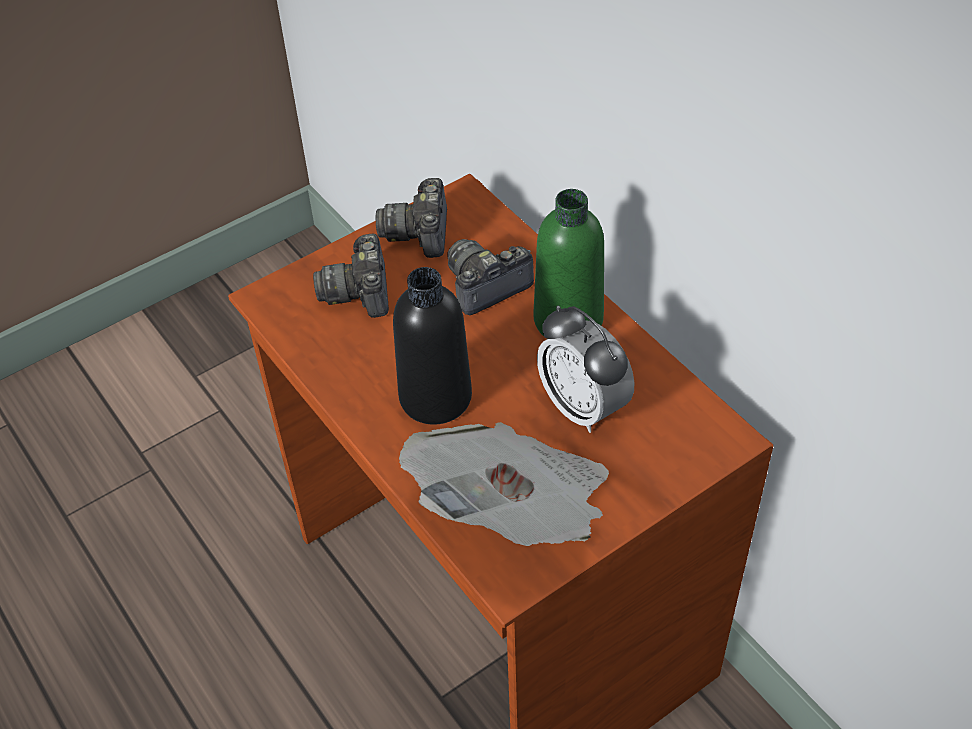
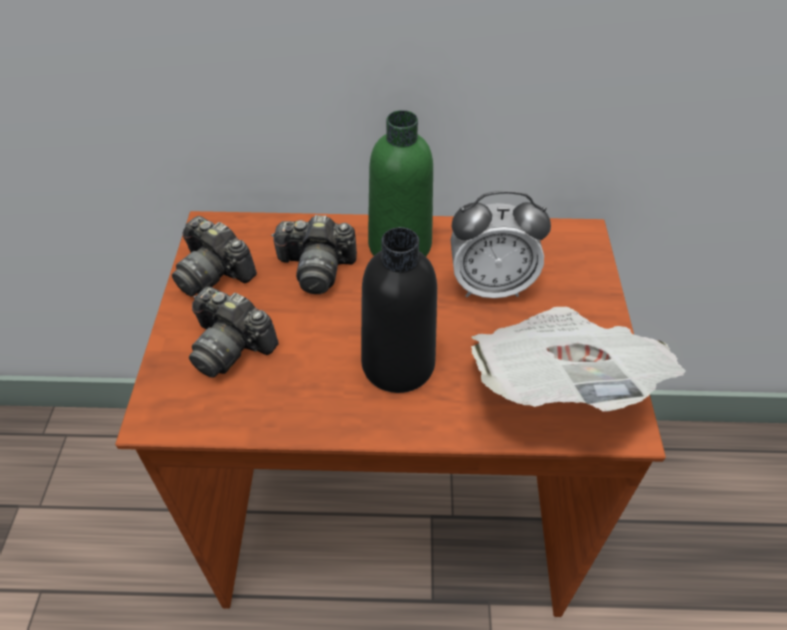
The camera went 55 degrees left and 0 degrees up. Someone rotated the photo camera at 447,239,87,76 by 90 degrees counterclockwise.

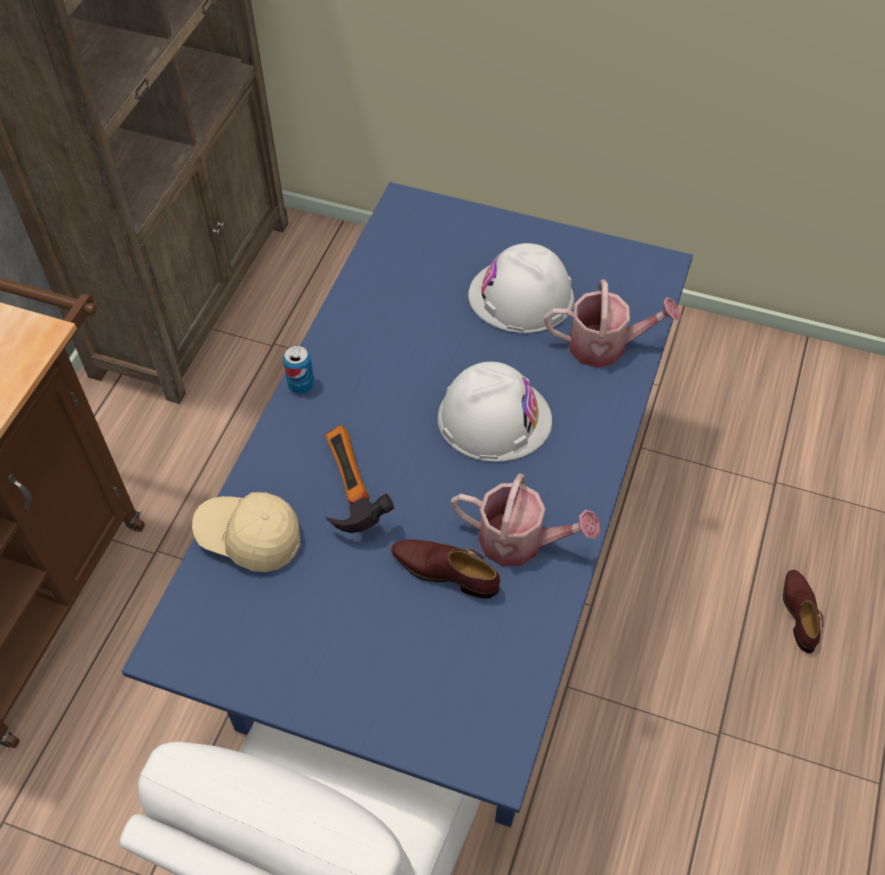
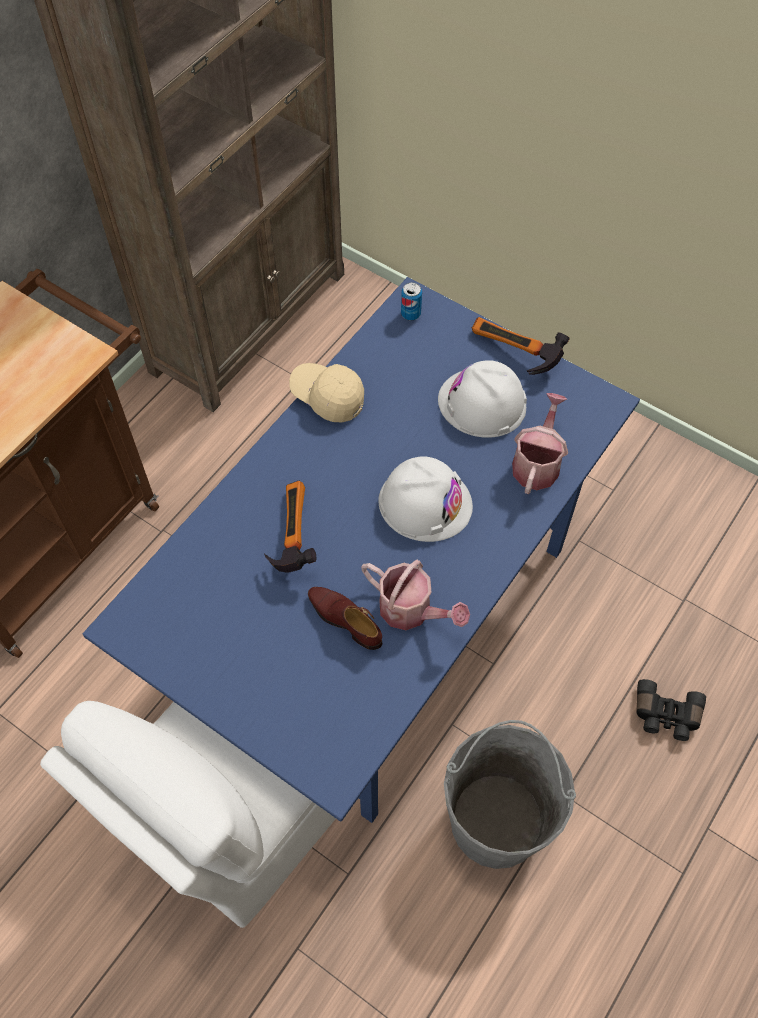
The camera went 15 degrees right and 5 degrees up. Someone rotated the sprinkling can at 544,279,137,89 by 90 degrees counterclockwise. Someone carried the metal can from 283,345,31,49 to 401,282,21,38. Someone carried the baseball cap/beige-coloured from 192,492,109,80 to 289,363,75,59. Someone swapped the shoe/brown at 783,570,40,83 for the field glasses/black-coloured at 636,679,70,62. Someone put down the hand hammer at 472,317,98,58. Someone put down the pail/greyish at 444,720,132,149.

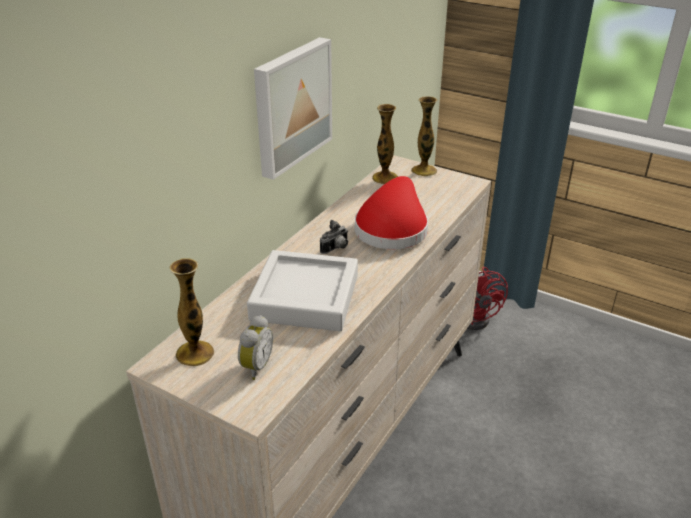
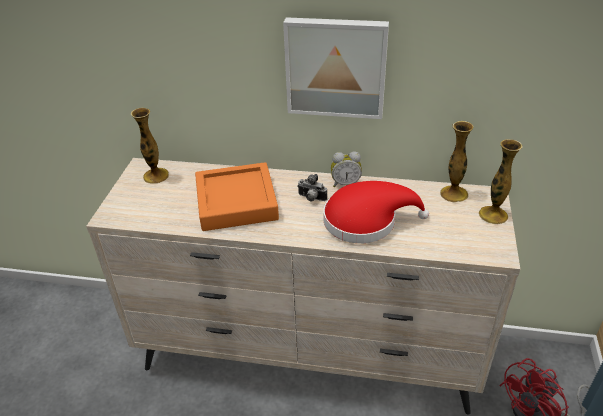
The camera went 70 degrees right and 5 degrees up. Someone repainted the serving tray/greyish at 247,250,111,81, which became the serving tray/orangey at 195,162,84,69. Someone carried the bedside clock from 238,315,35,65 to 331,151,31,36.

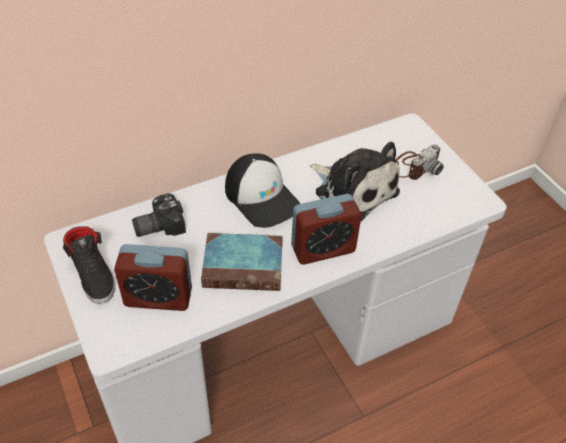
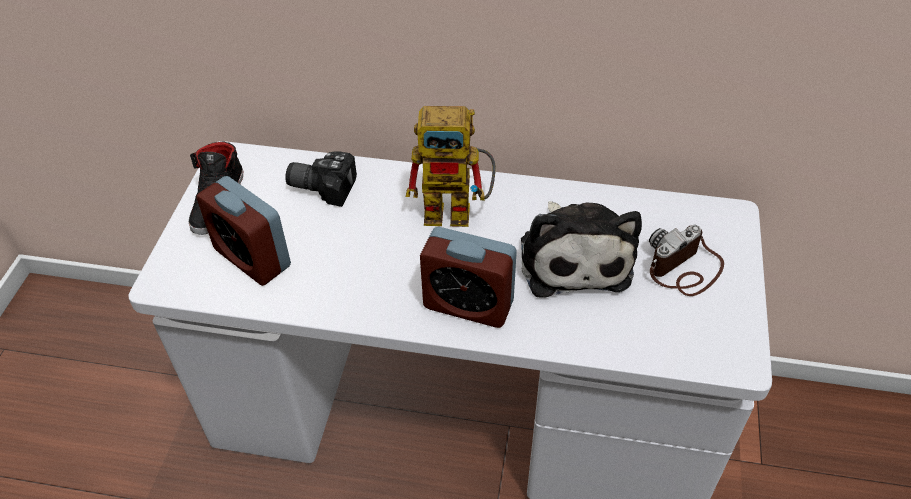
The camera went 40 degrees right and 0 degrees up. Someone rotated the photo camera at 395,144,49,36 by 150 degrees clockwise. Someone swapped the baseball cap at 225,153,75,75 for the robot figure at 406,106,90,121. Someone took away the bound book at 201,233,82,58.

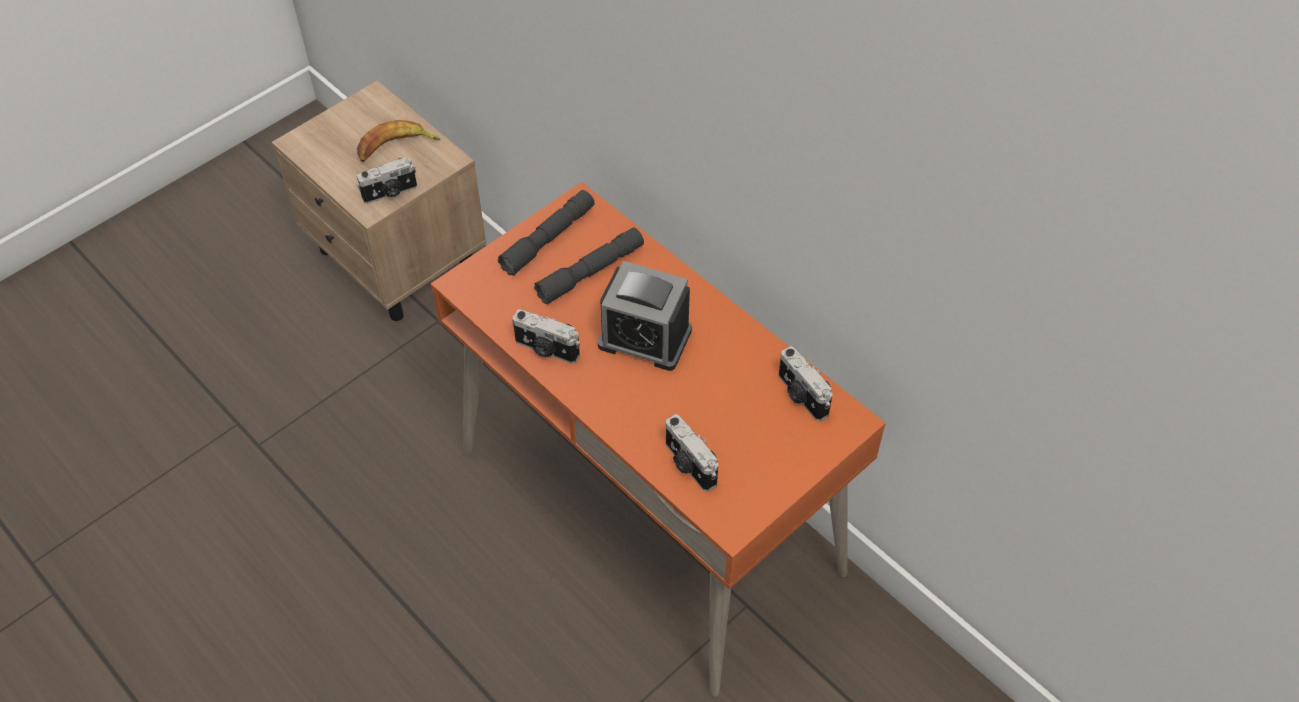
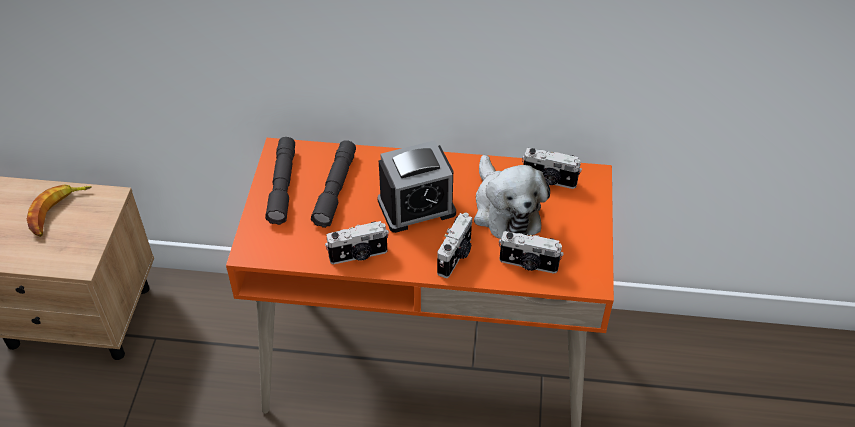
The camera went 40 degrees left and 5 degrees down. Someone carried the photo camera from 356,157,61,47 to 437,212,35,66. Someone put down the cuddly toy at 474,155,76,84.

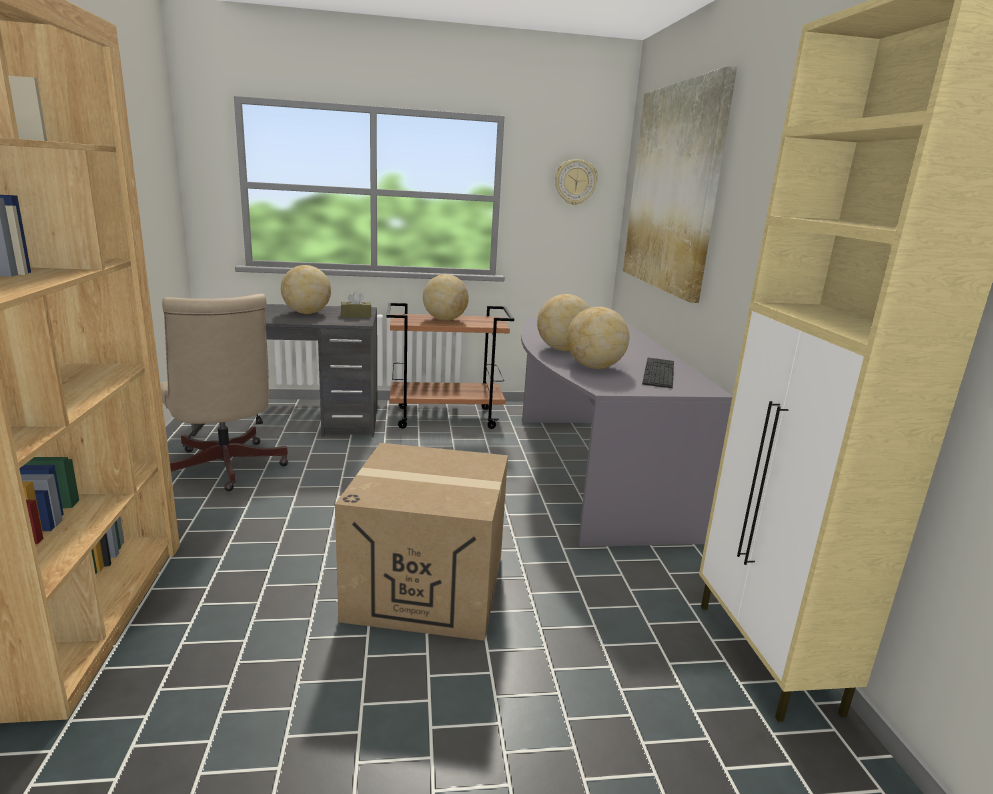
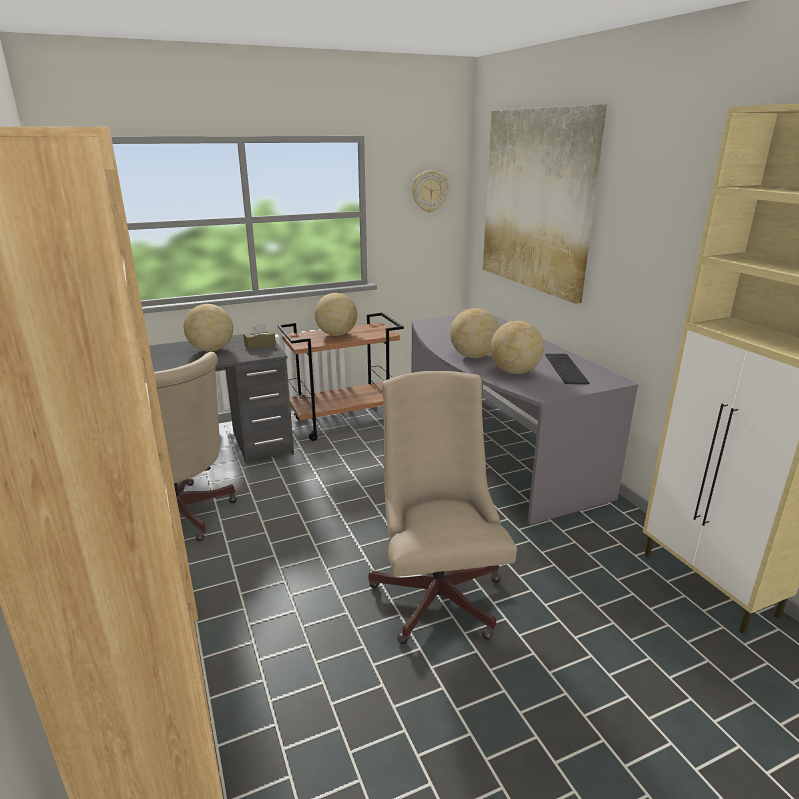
The camera went 15 degrees left and 5 degrees up. Someone swapped the carton at 335,443,173,198 for the office chair/beige-coloured at 368,371,149,273.

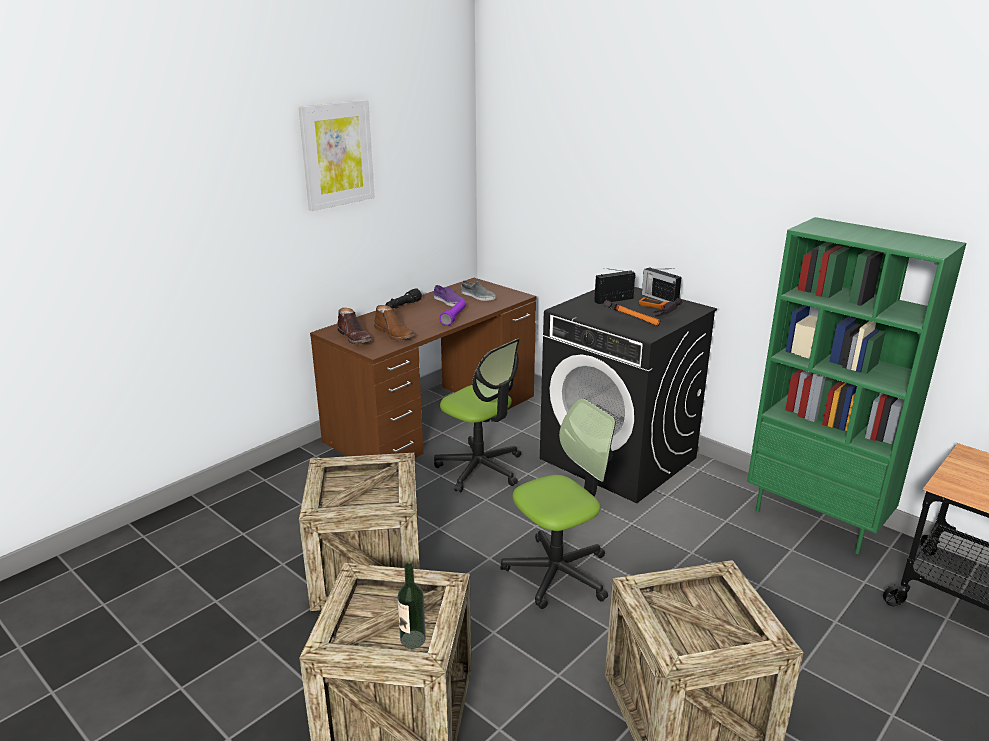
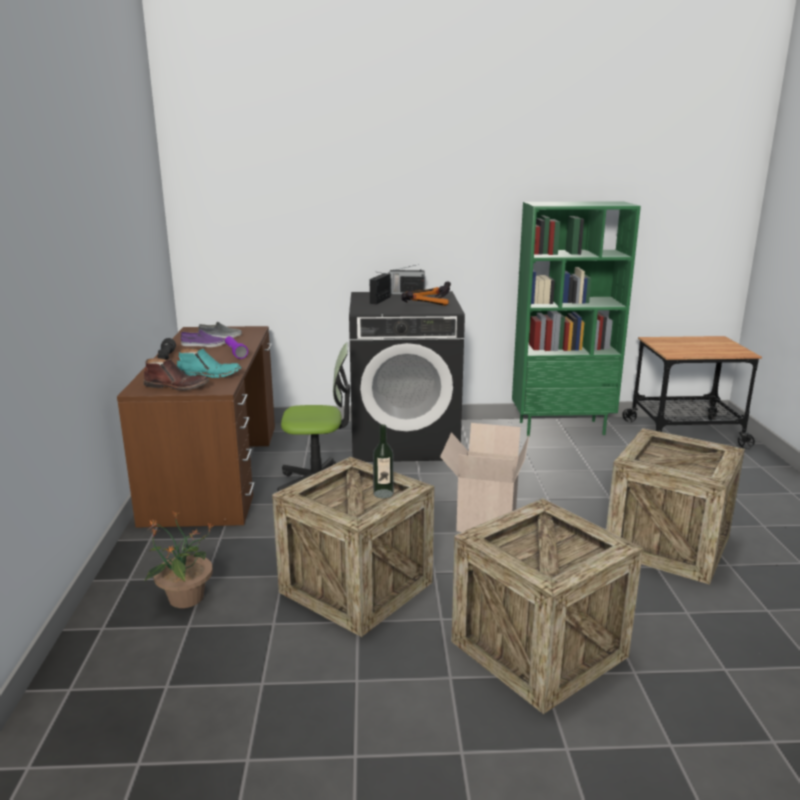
The camera went 45 degrees left and 5 degrees down. Someone took away the wall art at 299,100,76,111. Someone repainted the tall boot/brown at 374,305,41,35, which became the tall boot/turquoise-coloured at 177,348,65,30. Someone swapped the office chair at 500,398,116,211 for the carton at 440,423,89,109. Someone carried the beverage bottle from 397,563,29,86 to 373,424,21,75. Someone put down the houseplant at 145,511,69,97.

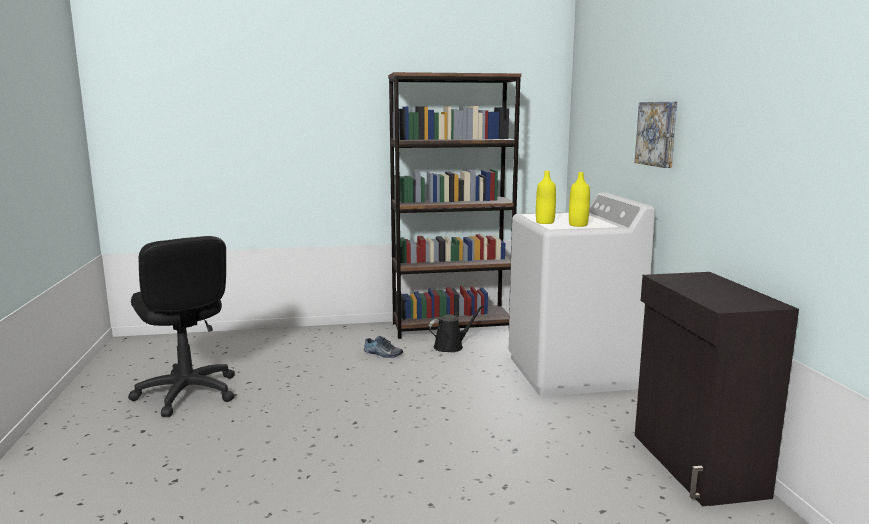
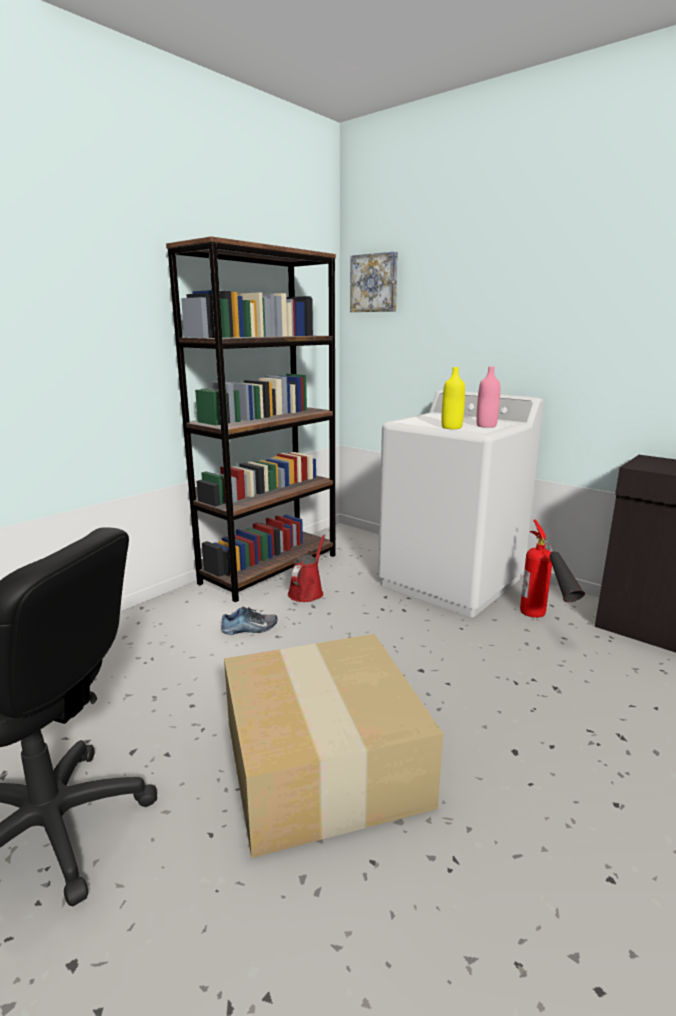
The camera went 40 degrees left and 5 degrees up. Someone carried the wall art from 635,102,42,66 to 350,251,48,61. Someone repainted the beverage bottle/yellow at 569,172,21,55, which became the beverage bottle/pinkish at 476,366,24,62. Someone repainted the sprinkling can/black-coloured at 428,305,56,47, which became the sprinkling can/red-coloured at 288,534,37,68. Someone put down the fire extinguisher at 520,519,65,99. Someone put down the carton at 224,634,219,224.

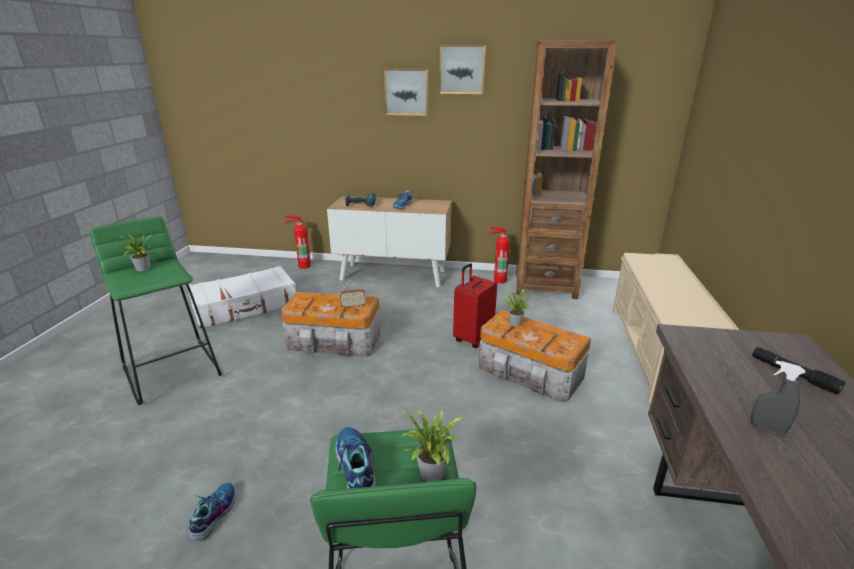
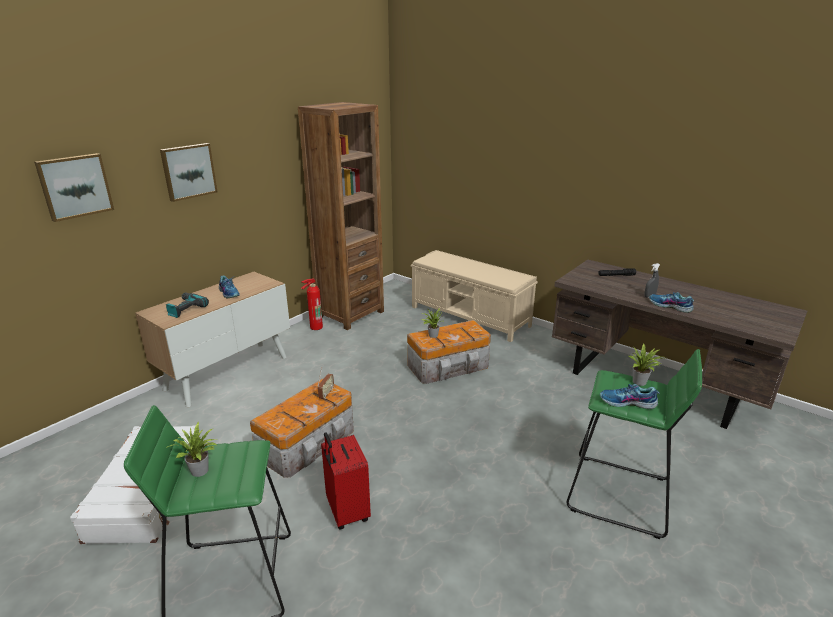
The camera went 60 degrees left and 0 degrees up. Someone carried the wall art from 439,45,47,49 to 34,153,80,69. Someone took away the fire extinguisher at 285,216,26,53. Someone carried the travel case/red-coloured from 453,263,44,85 to 321,432,50,97. Someone carried the shoe from 188,482,47,59 to 649,292,45,21.

